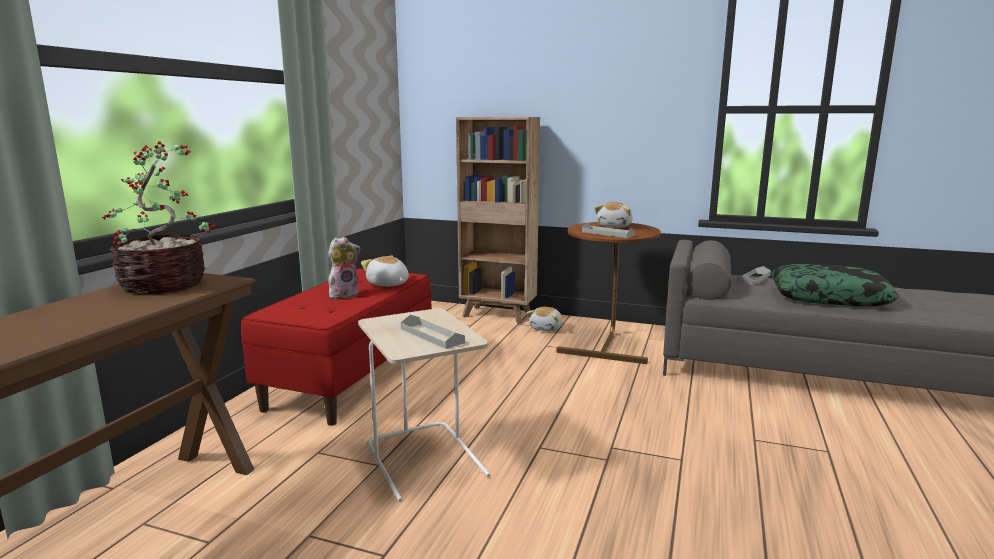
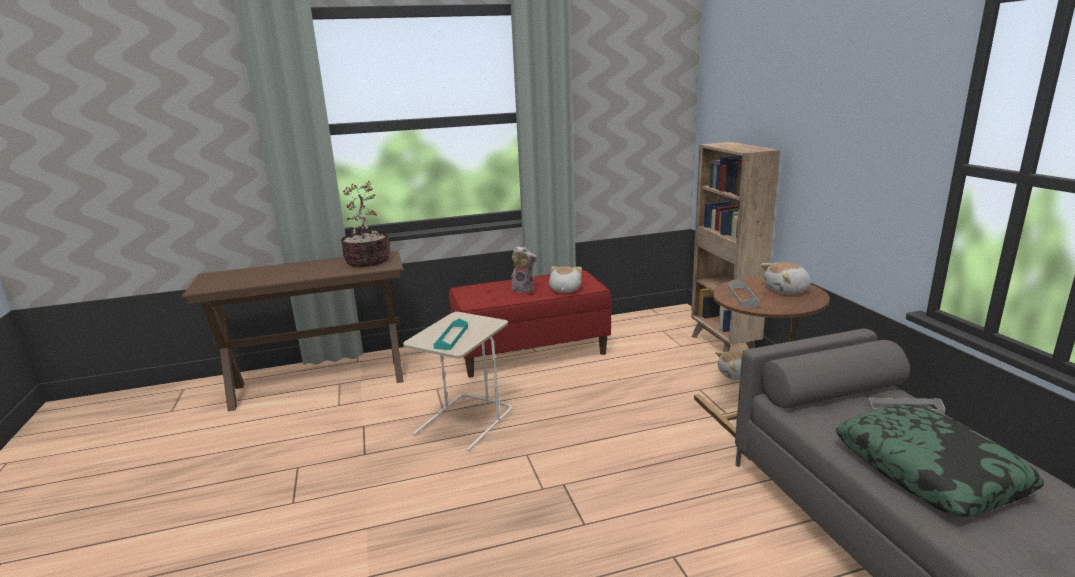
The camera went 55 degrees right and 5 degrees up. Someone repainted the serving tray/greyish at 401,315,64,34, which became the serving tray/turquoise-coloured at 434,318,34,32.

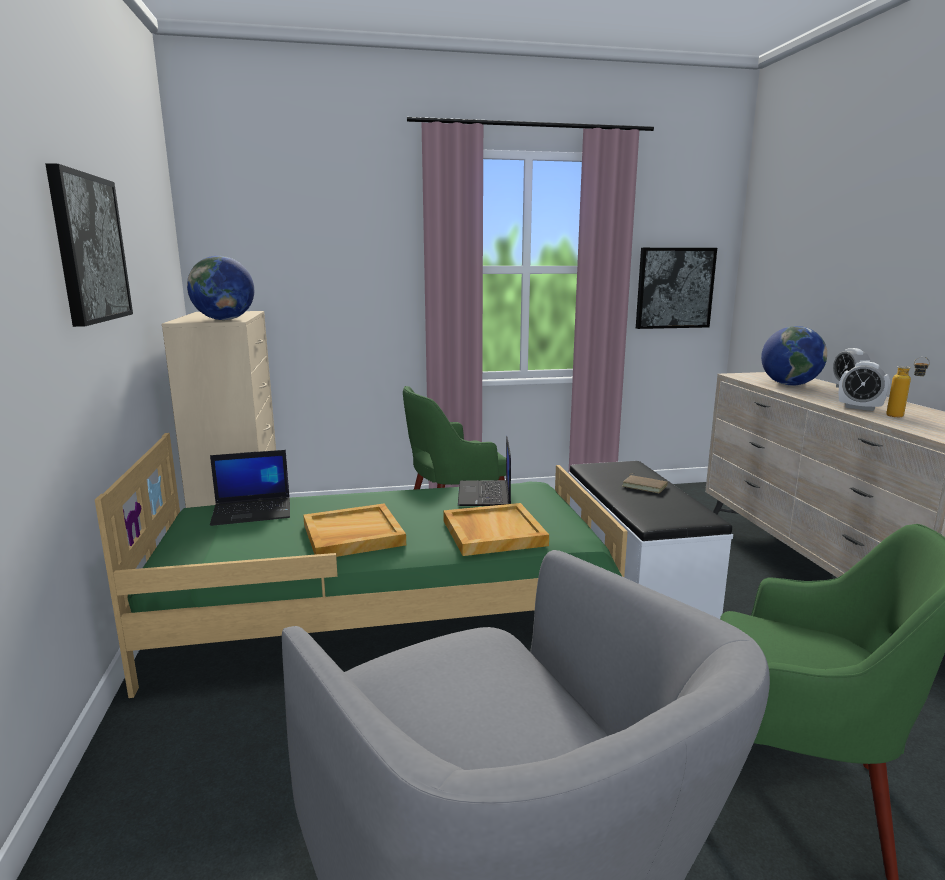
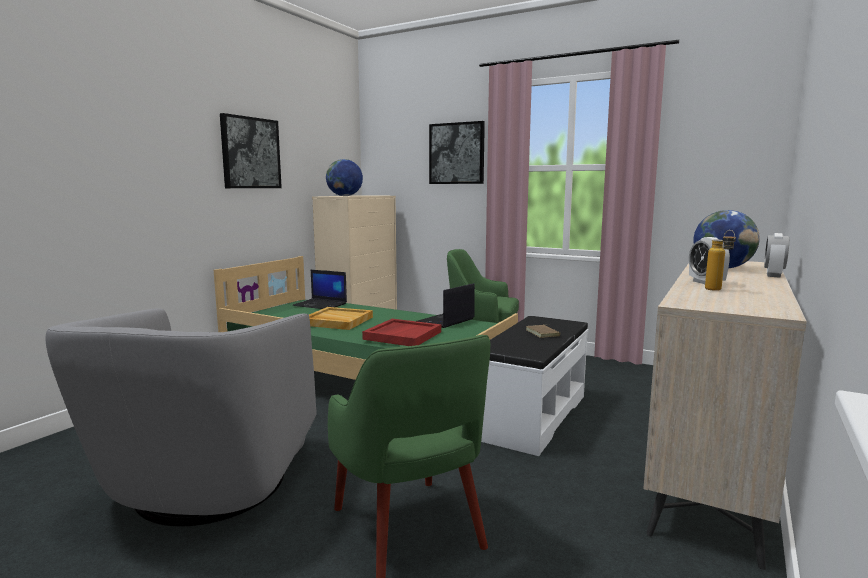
The camera went 40 degrees right and 5 degrees down. Someone carried the wall art from 636,248,81,81 to 429,121,56,63. Someone repainted the serving tray/beige-coloured at 443,503,106,53, which became the serving tray/red-coloured at 362,319,79,27.

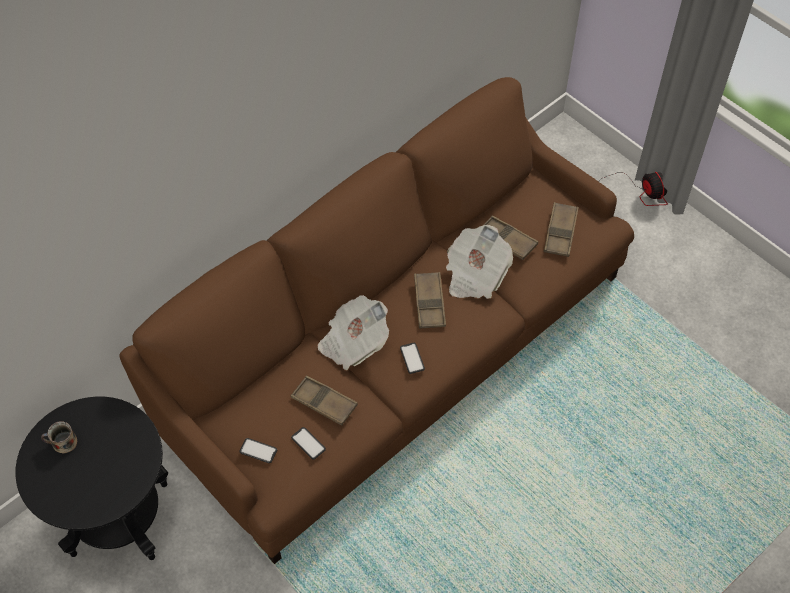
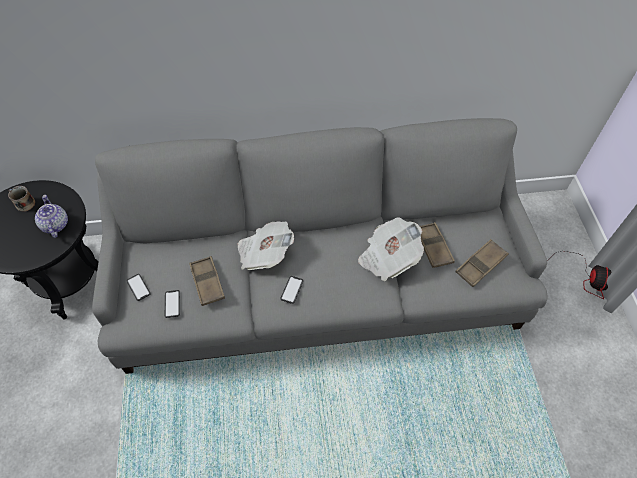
The camera went 35 degrees right and 0 degrees up. Someone repainted the settee/brown at 119,77,515,487, which became the settee/greyish at 92,118,456,256. Someone took away the serving tray/brown at 414,272,32,57. Someone put down the tea pot at 35,195,33,43.

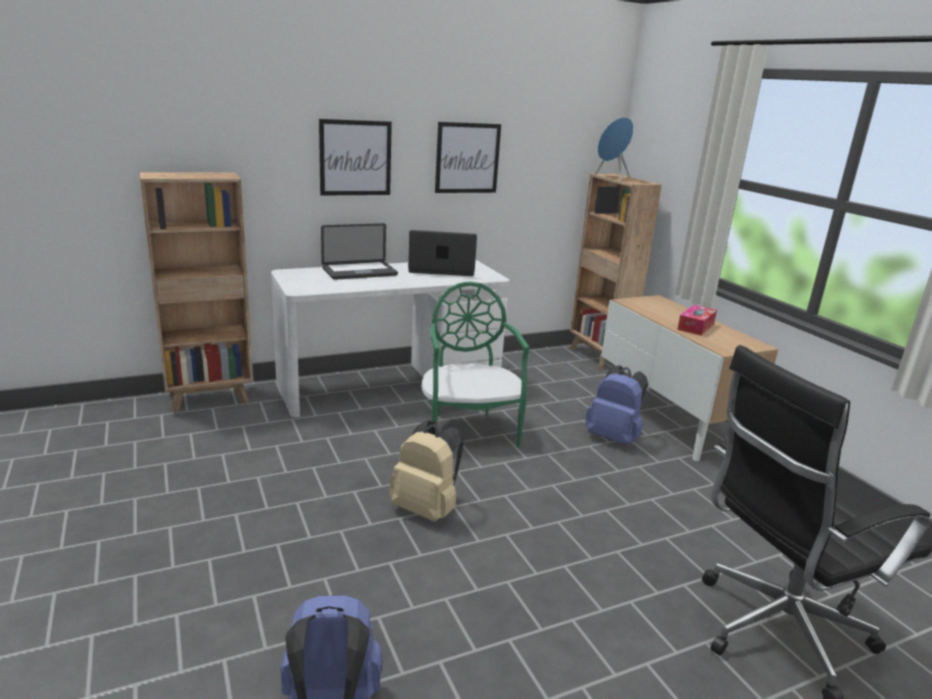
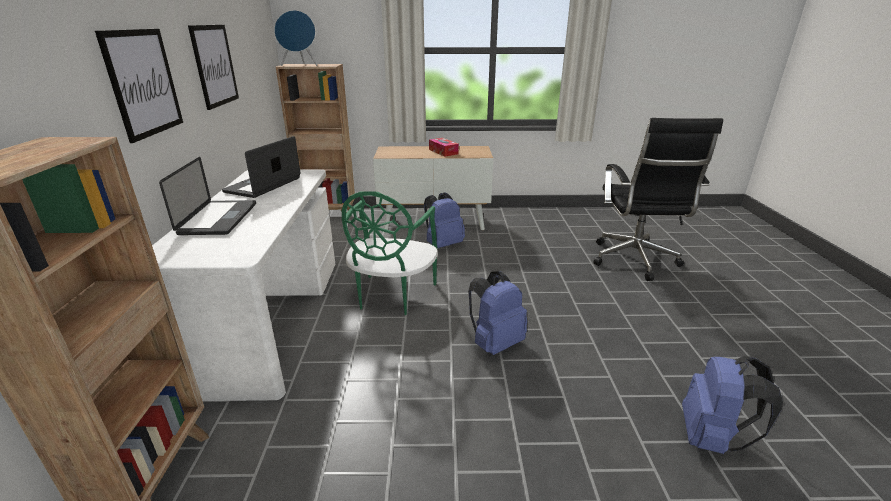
The camera went 65 degrees left and 5 degrees up. Someone rotated the upright chair/greenish at 422,281,108,166 by 90 degrees counterclockwise. Someone repainted the knapsack/beige-coloured at 389,421,74,101, which became the knapsack/blue at 468,271,59,84.

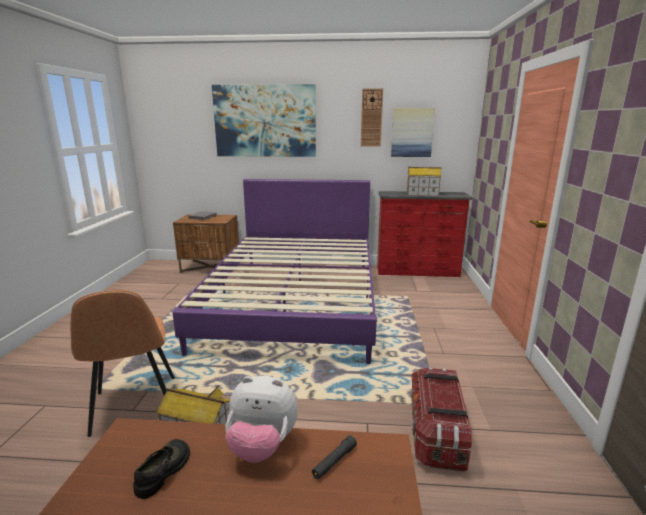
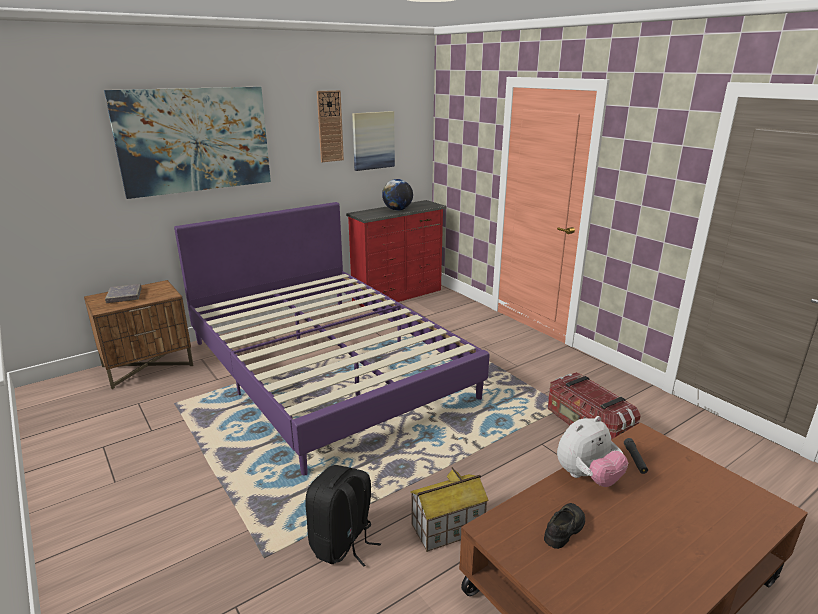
The camera went 40 degrees left and 5 degrees up. Someone swapped the miniature house at 407,167,35,29 for the globe at 382,179,31,32. Someone swapped the upright chair/brown at 70,290,105,147 for the knapsack/black-coloured at 305,465,76,102. Someone rotated the shoe/black-coloured at 133,439,57,60 by 60 degrees clockwise.

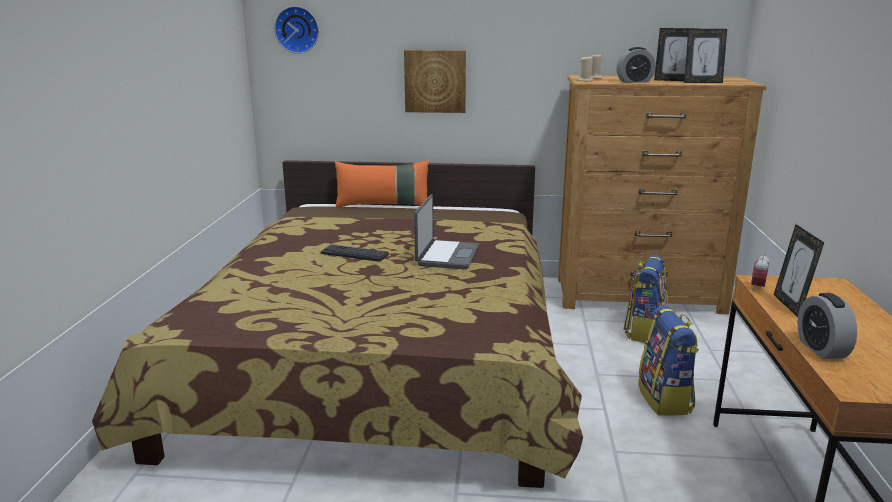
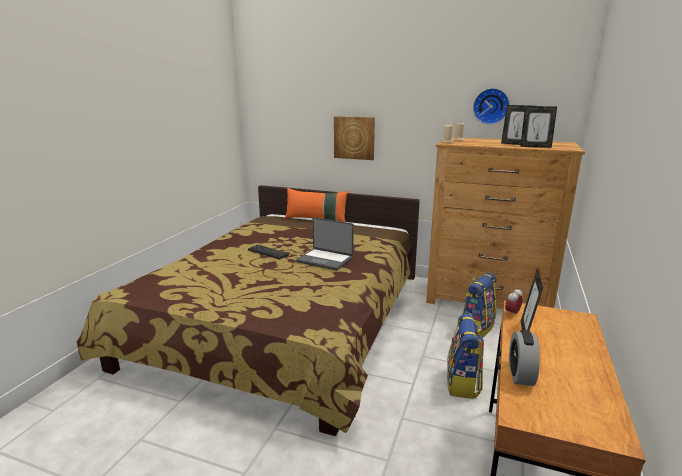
The camera went 15 degrees right and 0 degrees up. Someone carried the clock on the wall from 274,6,45,48 to 473,88,37,36. Someone took away the bedside clock at 616,47,40,36. Someone rotated the notebook computer at 414,194,66,76 by 90 degrees clockwise.

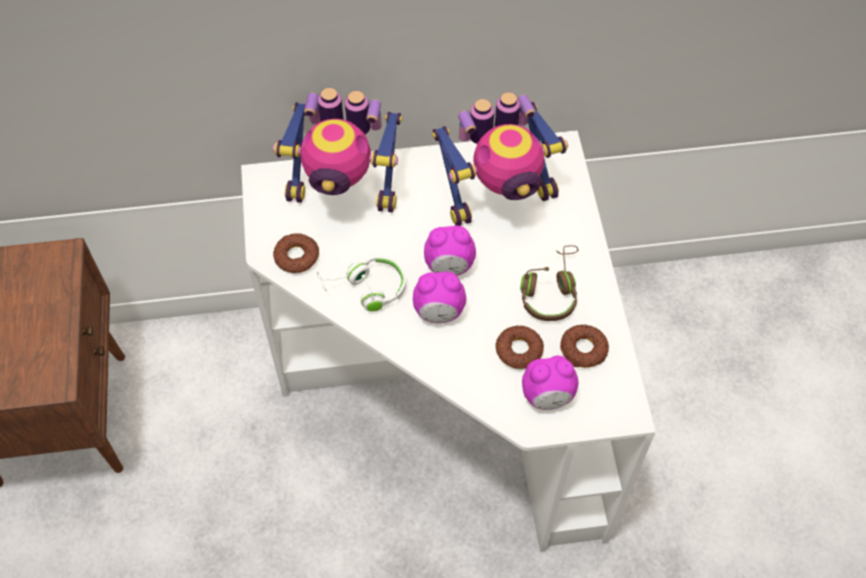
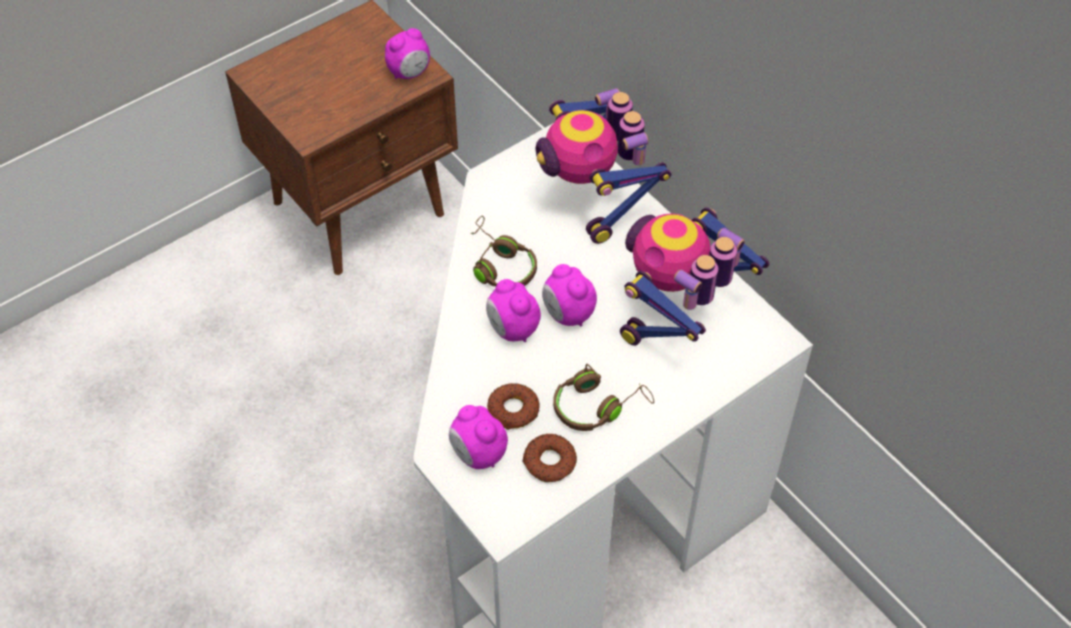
The camera went 60 degrees right and 5 degrees down. Someone rotated the robot figure at 432,92,136,134 by 90 degrees clockwise. Someone took away the ring doughnut at 273,233,46,40. Someone repainted the headphones/white at 317,256,89,56, which became the headphones/brown at 471,216,66,71. Someone put down the bedside clock at 385,28,45,51.

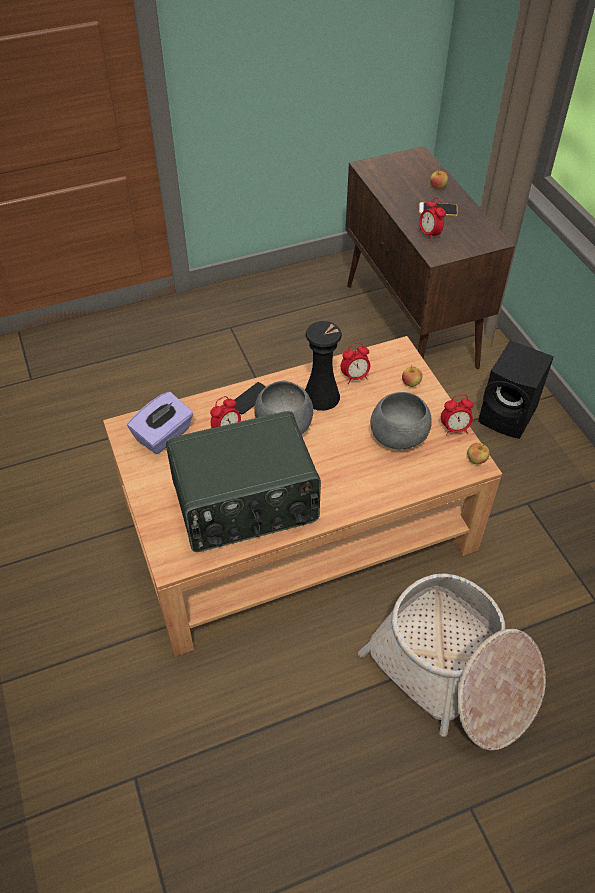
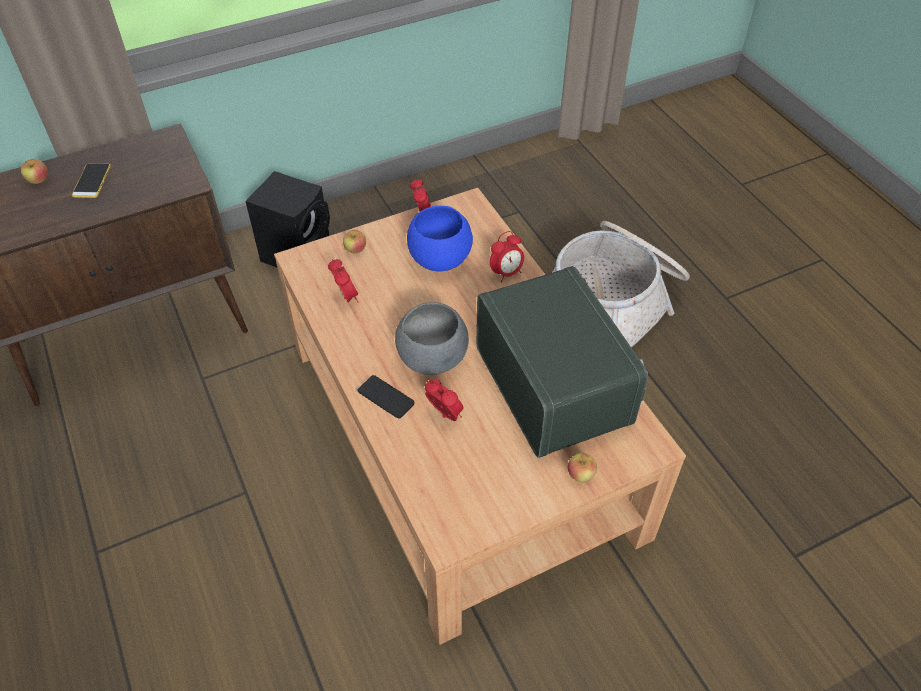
The camera went 95 degrees left and 0 degrees up. Someone carried the bedside clock from 419,198,27,43 to 490,231,34,52. Someone took away the decorative vase/black-coloured at 305,321,37,90. Someone took away the box of tissues/purple at 127,392,66,62. Someone repainted the bowl/greyish at 370,392,62,58, which became the bowl/blue at 407,206,66,65. Someone carried the apple fruit from 467,443,22,21 to 568,453,29,29.

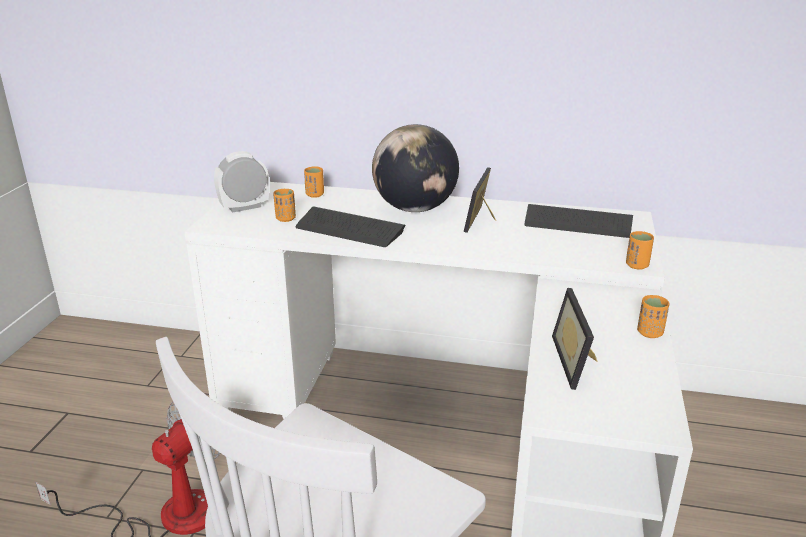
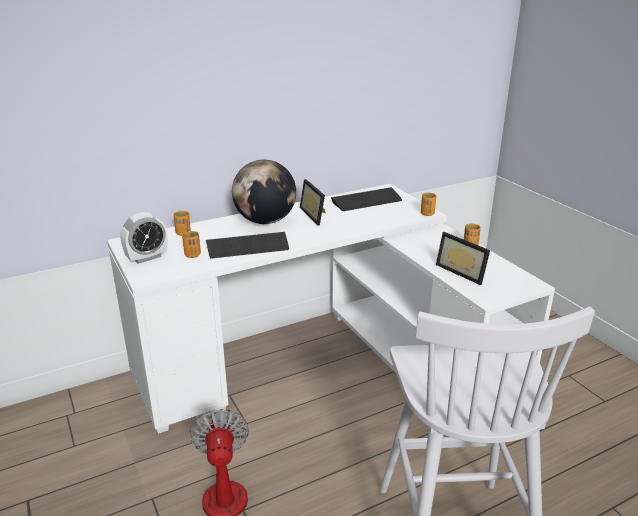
The camera went 40 degrees left and 0 degrees up. Someone rotated the bedside clock at 214,151,55,62 by 150 degrees counterclockwise.

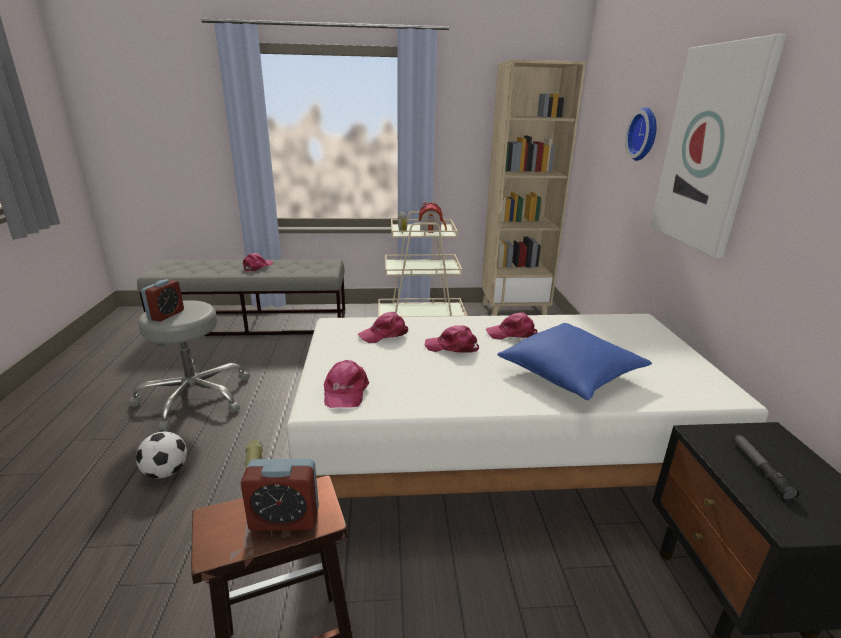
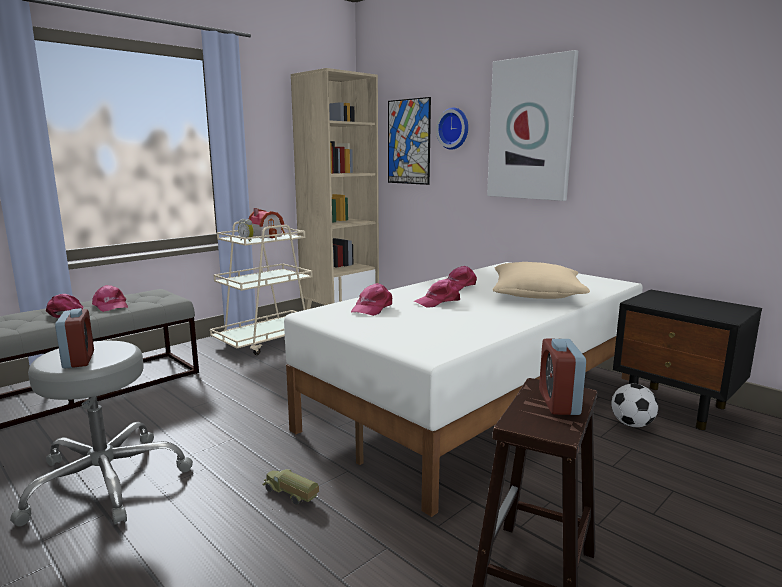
The camera went 40 degrees left and 10 degrees down. Someone repainted the throw pillow/blue at 497,323,155,77, which became the throw pillow/beige-coloured at 492,262,98,37. Someone carried the baseball cap/pinkish from 324,360,45,48 to 92,285,36,27. Someone carried the football ball from 136,432,51,46 to 611,384,47,43. Someone took away the hand torch at 733,435,67,66. Someone rotated the bedside clock at 240,459,79,72 by 135 degrees clockwise. Someone put up the wall art at 388,97,43,88.

